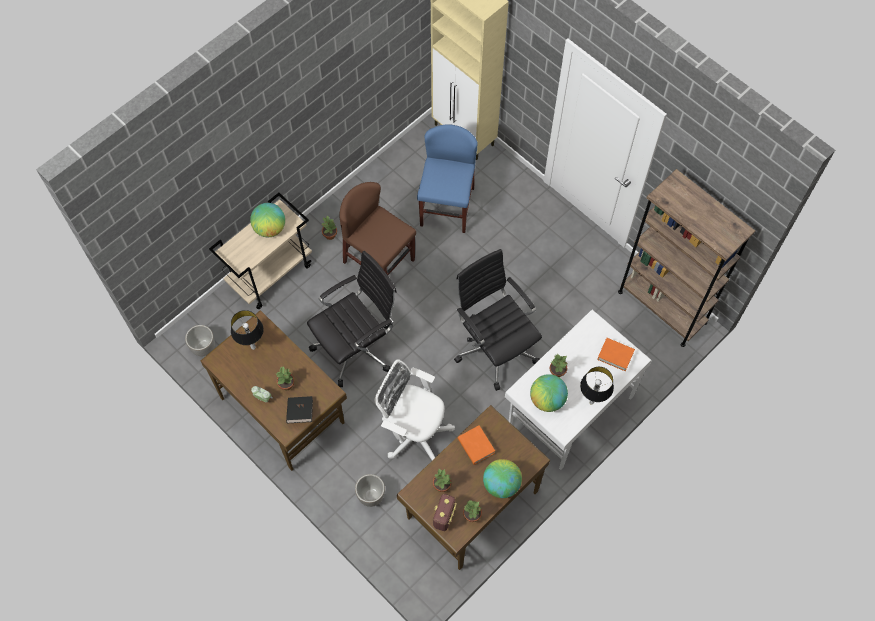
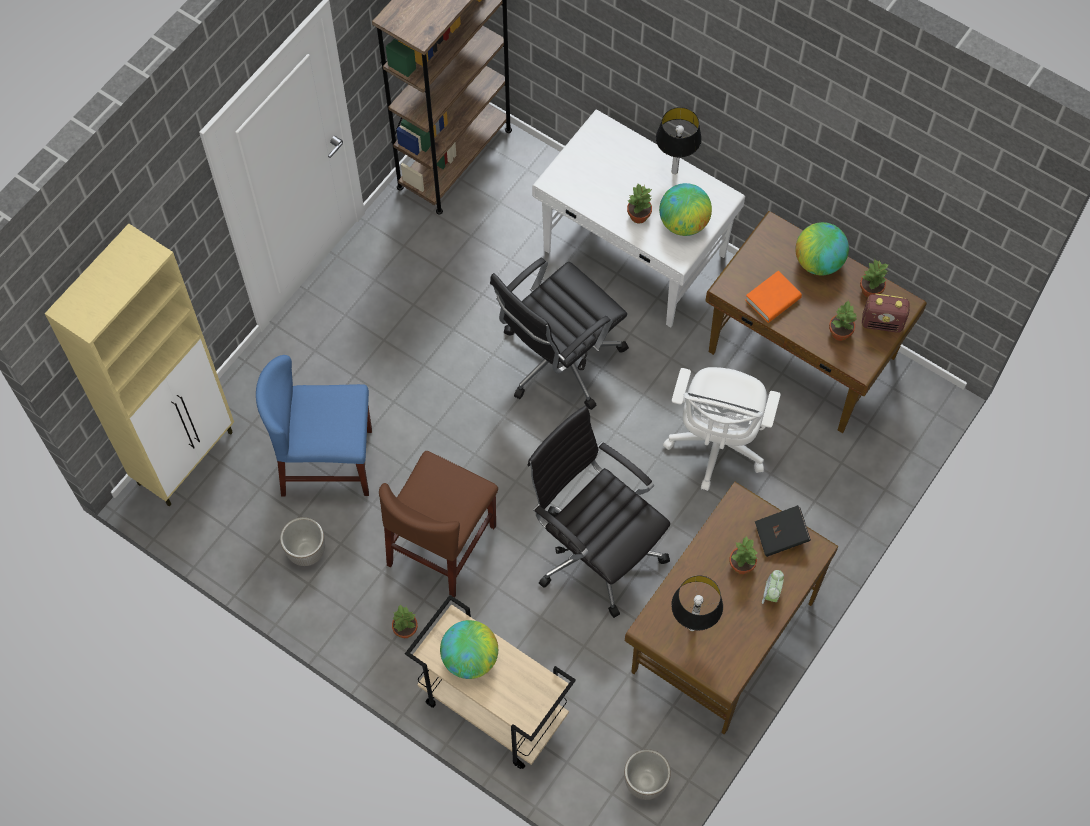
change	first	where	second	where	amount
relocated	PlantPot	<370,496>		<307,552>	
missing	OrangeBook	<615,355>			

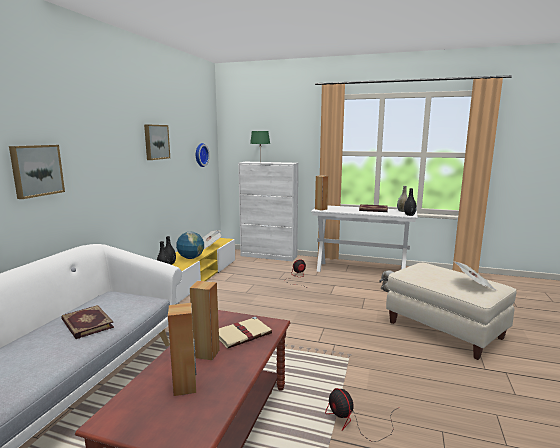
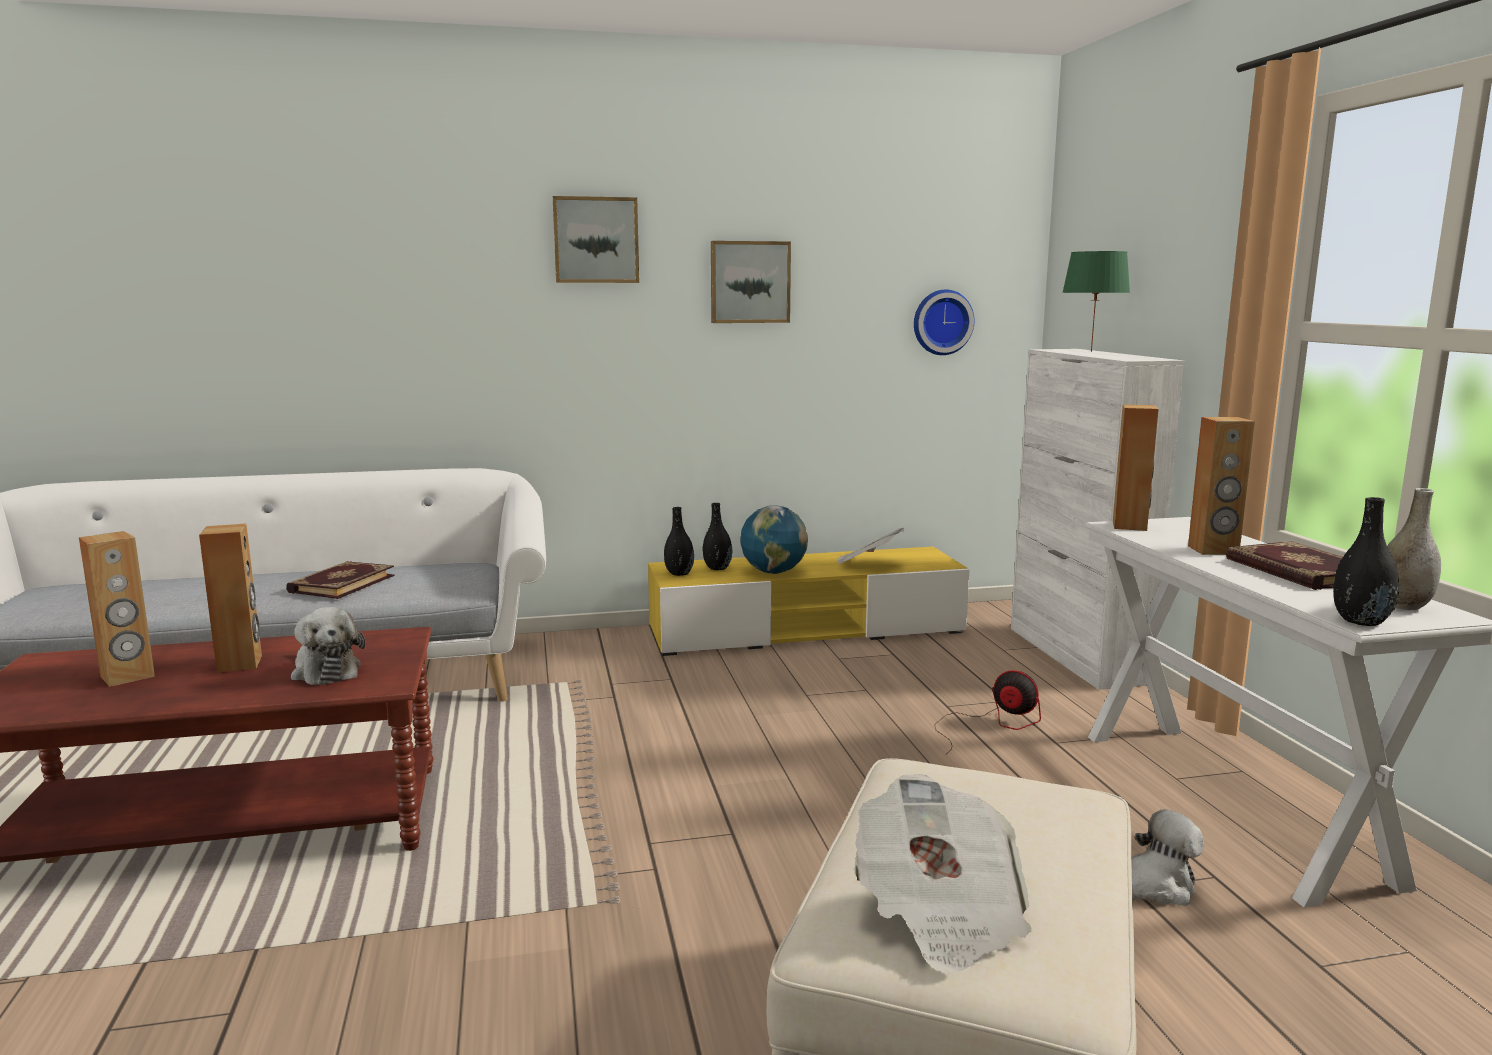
change	first	where	second	where	amount
relocated	Picture	<36,170>		<596,240>	
exchanged	BeigeColouredBook	<243,334>	PlushToy	<325,671>	
missing	CoolingFan	<355,422>			
appeared			BrownAudioSpeaker	<1213,550>	

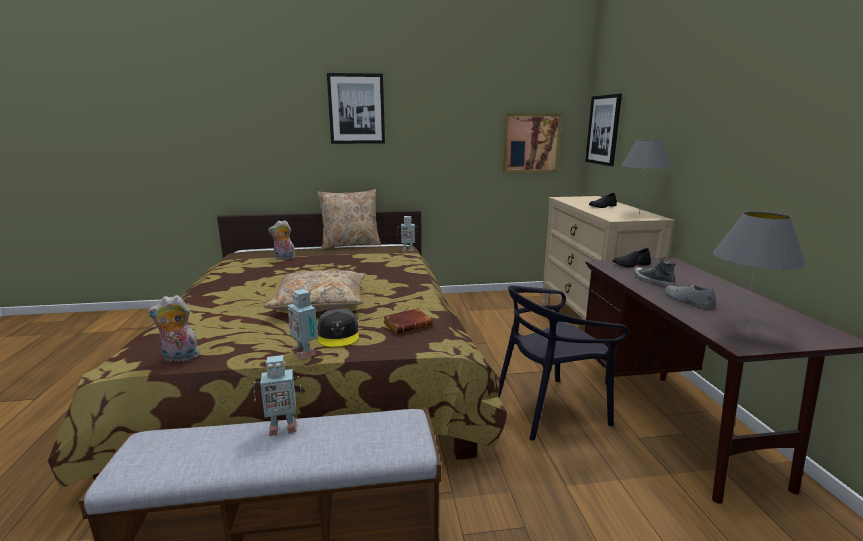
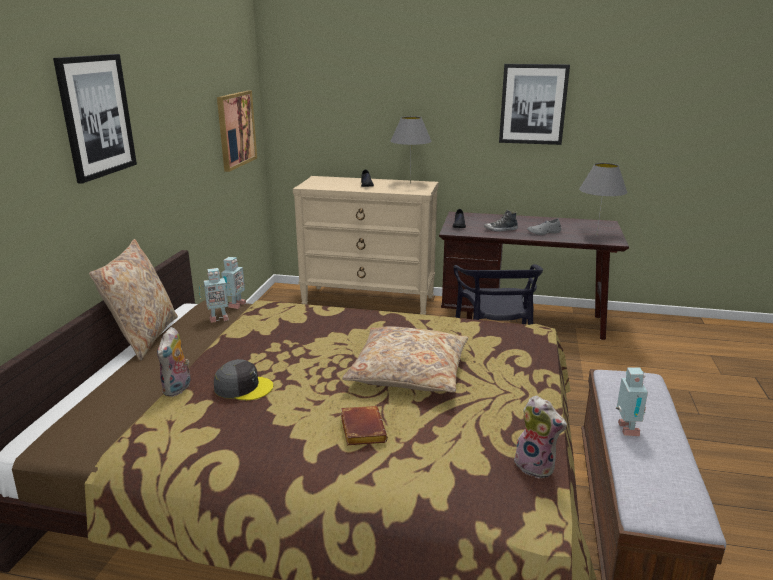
change	first	where	second	where	amount
spun	PlushToy	<179,358>		<536,466>	60 degrees counterclockwise
relocated	RobotFigure	<305,352>		<218,318>	
relocated	GreyishBaseballCap	<338,335>		<243,387>	
relocated	BrownBook	<408,324>		<361,429>	
relocated	Picture	<603,130>		<533,104>	

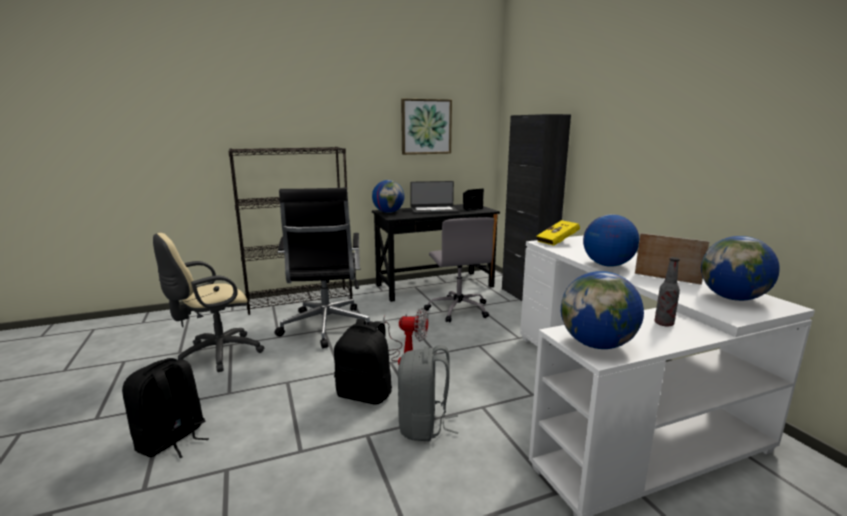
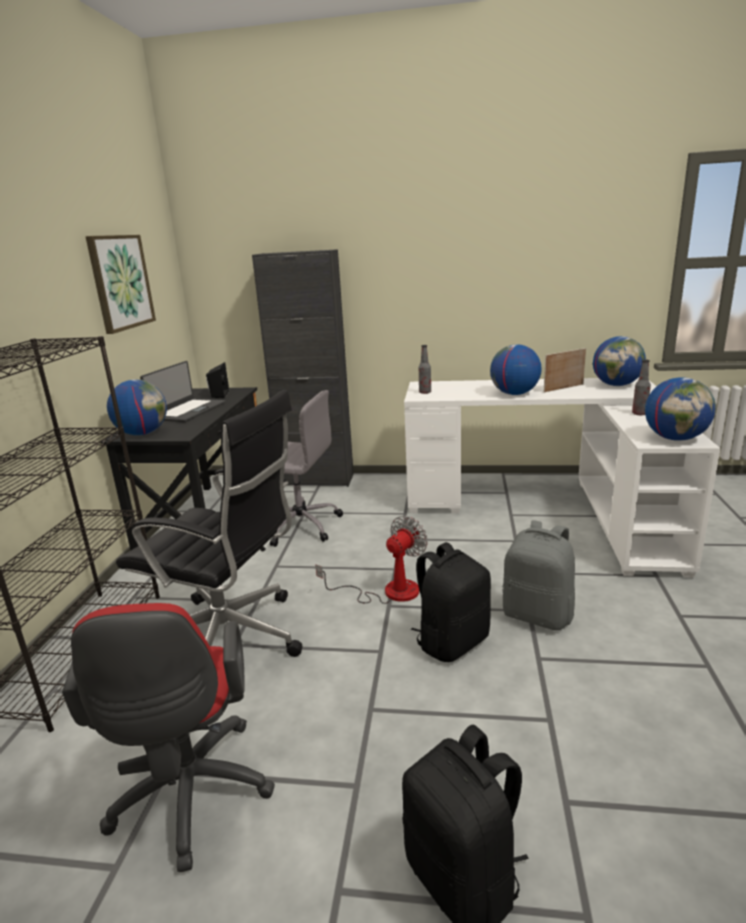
change	first	where	second	where	amount
colour	BeigeColouredDeskChair	<215,355>	RedColouredDeskChair	<190,798>	
exchanged	YellowBook	<558,242>	BeverageBottle	<425,392>	

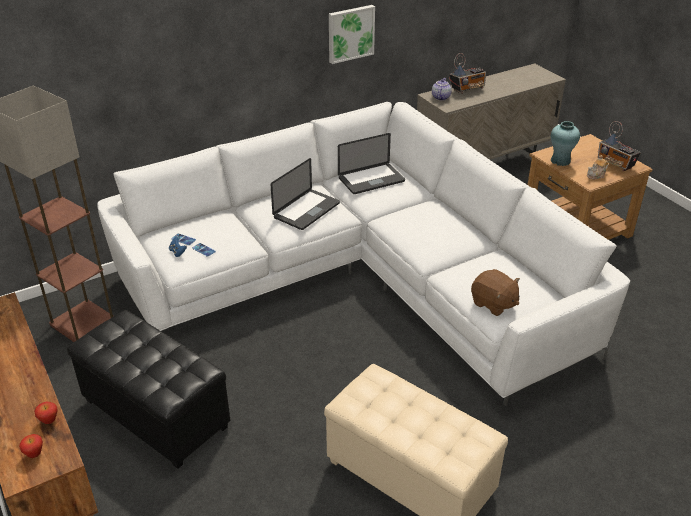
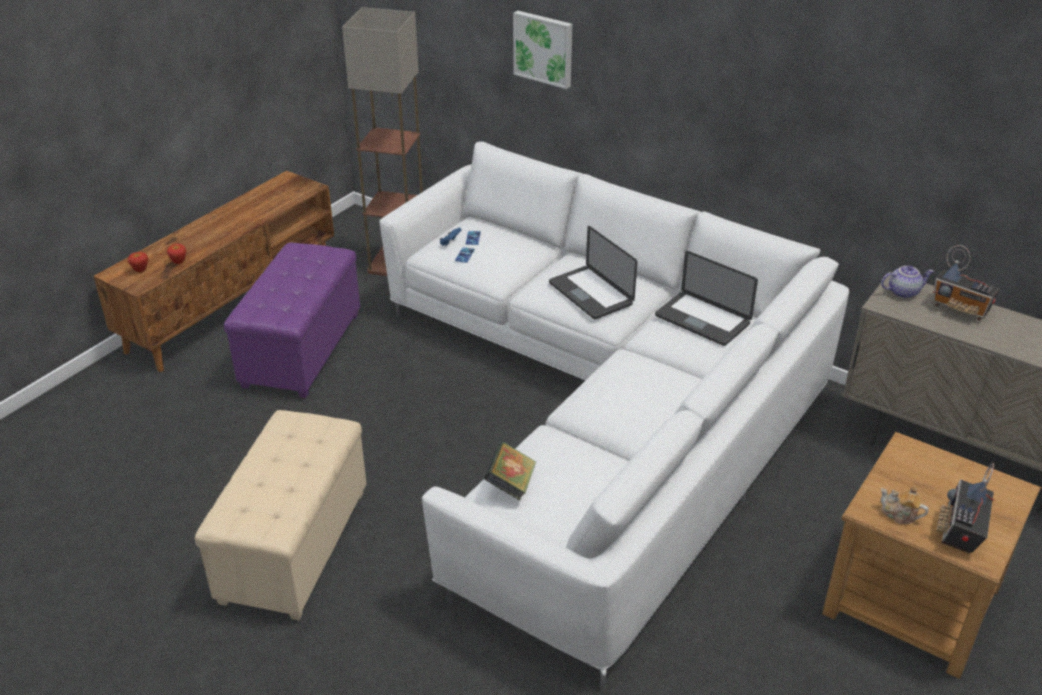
change	first	where	second	where	amount
colour	BlackColouredFootrest	<155,415>	PurplishFootrest	<301,350>	
spun	Laptop	<306,210>		<590,294>	45 degrees clockwise
relocated	Picture	<350,33>		<544,48>	
exchanged	BrownPlushToy	<493,304>	Book	<510,485>	
missing	TurquoiseVase	<560,161>			

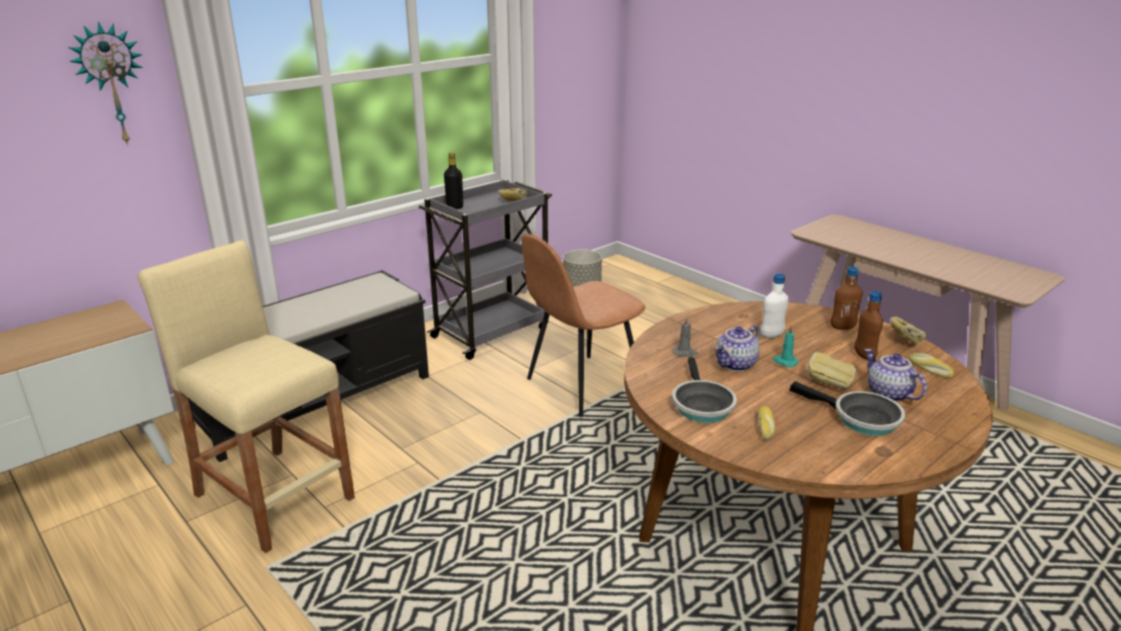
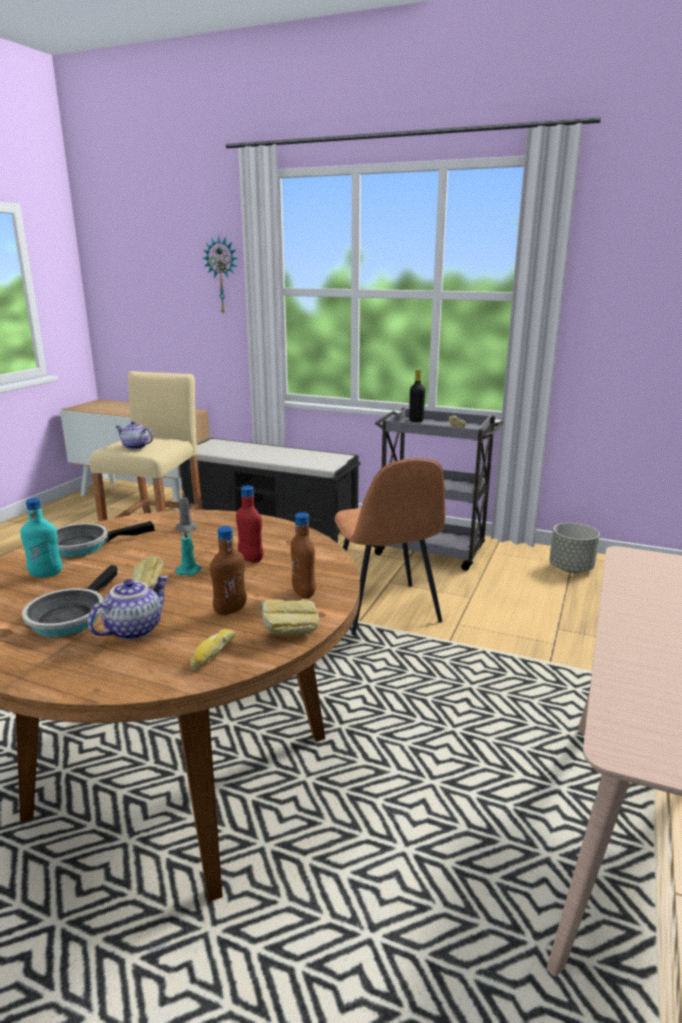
change	first	where	second	where	amount
spun	BrownUprightChair	<582,386>		<384,610>	135 degrees counterclockwise
relocated	Teapot	<736,365>		<135,447>	
exchanged	BakedBread	<766,427>	TurquoiseBeverageBottle	<46,574>	
colour	WhiteBeverageBottle	<771,335>	RedColouredBeverageBottle	<250,559>	

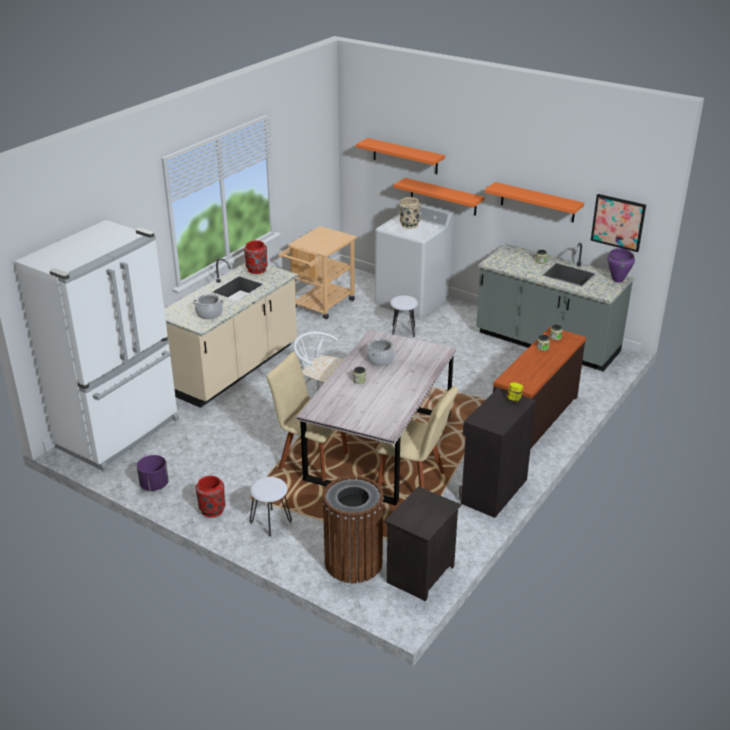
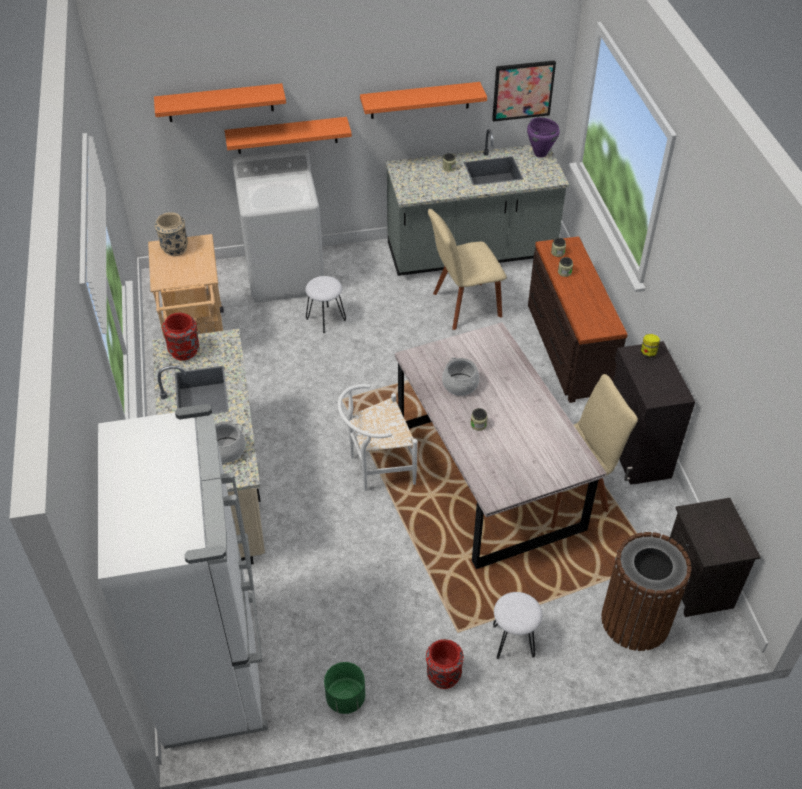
change	first	where	second	where	amount
colour	PurplishPlantPot	<154,485>	GreenishPlantPot	<345,698>	
relocated	BeigeColouredUprightChair	<310,459>		<463,306>	
relocated	BeigeColouredVase	<409,225>		<174,249>	

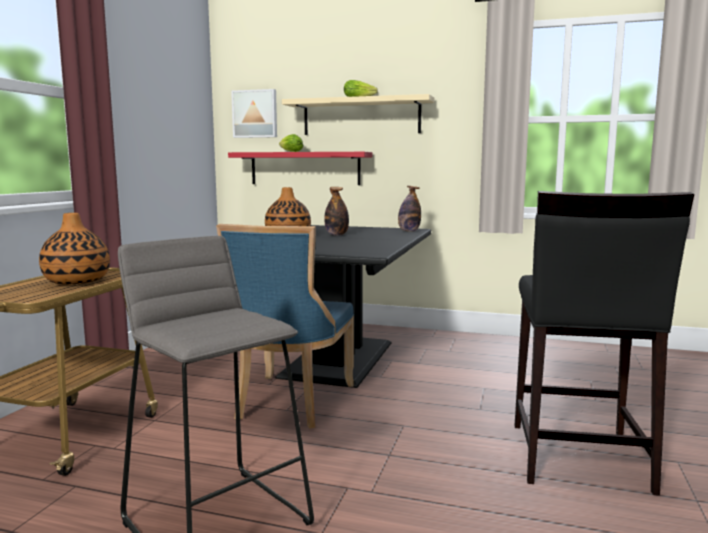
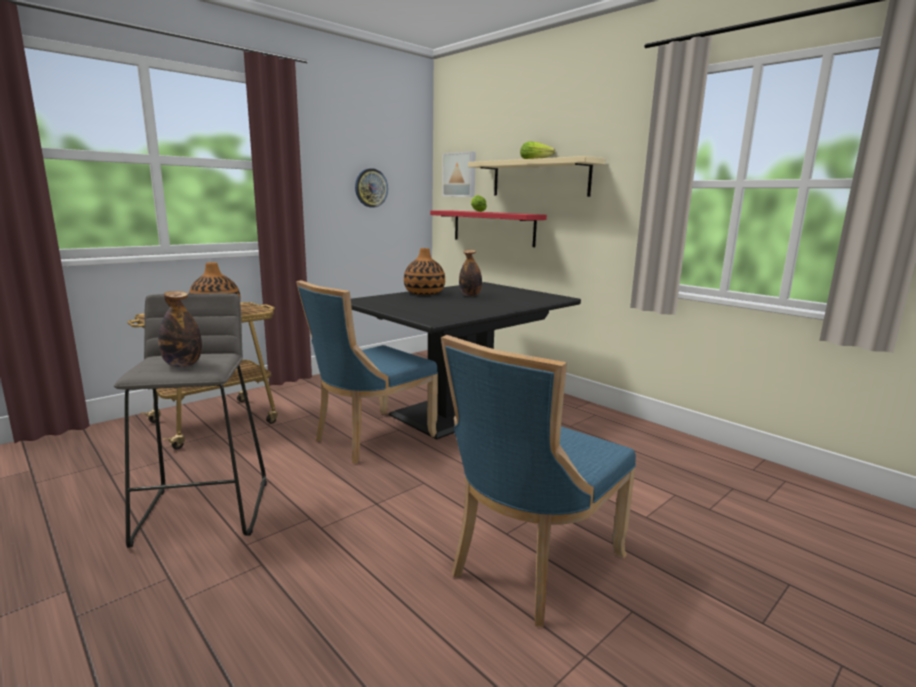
change	first	where	second	where	amount
relocated	BeverageBottle	<409,231>		<183,365>	
exchanged	BlackColouredStoolSeat	<577,457>	BlueColouredUprightChair	<530,565>	
appeared			HangingClock	<371,188>	

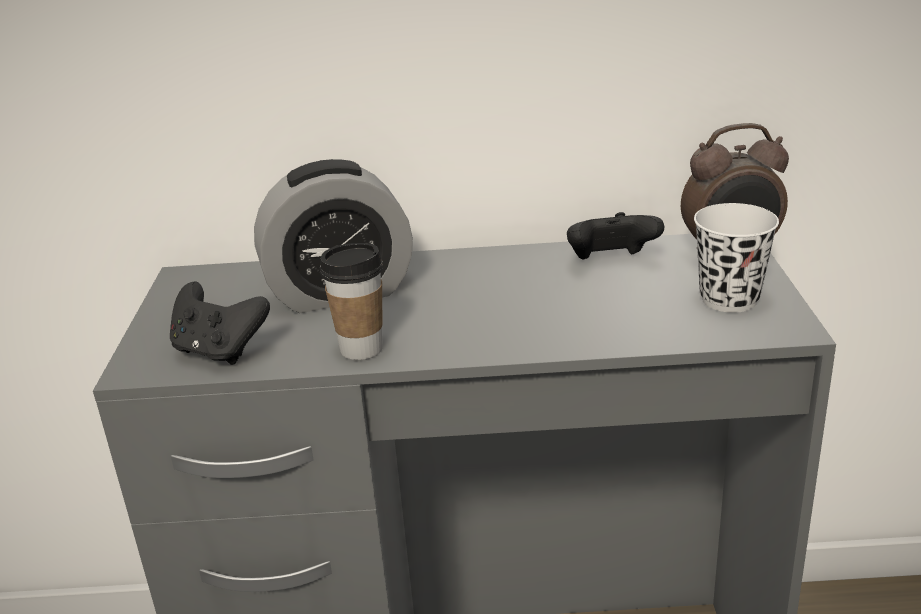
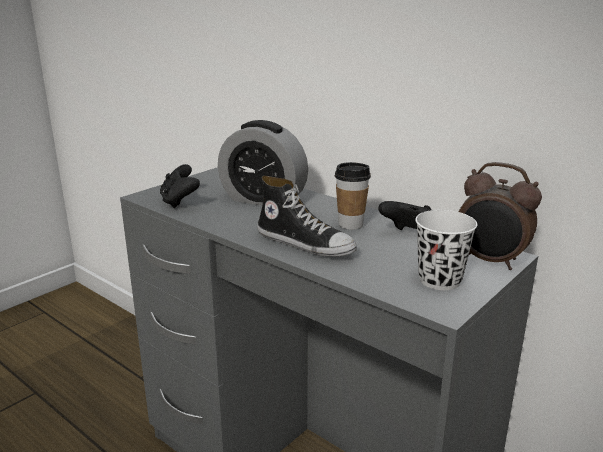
change	first	where	second	where	amount
relocated	DrinkingCup	<361,349>		<350,224>	
appeared			Shoe	<305,243>	

